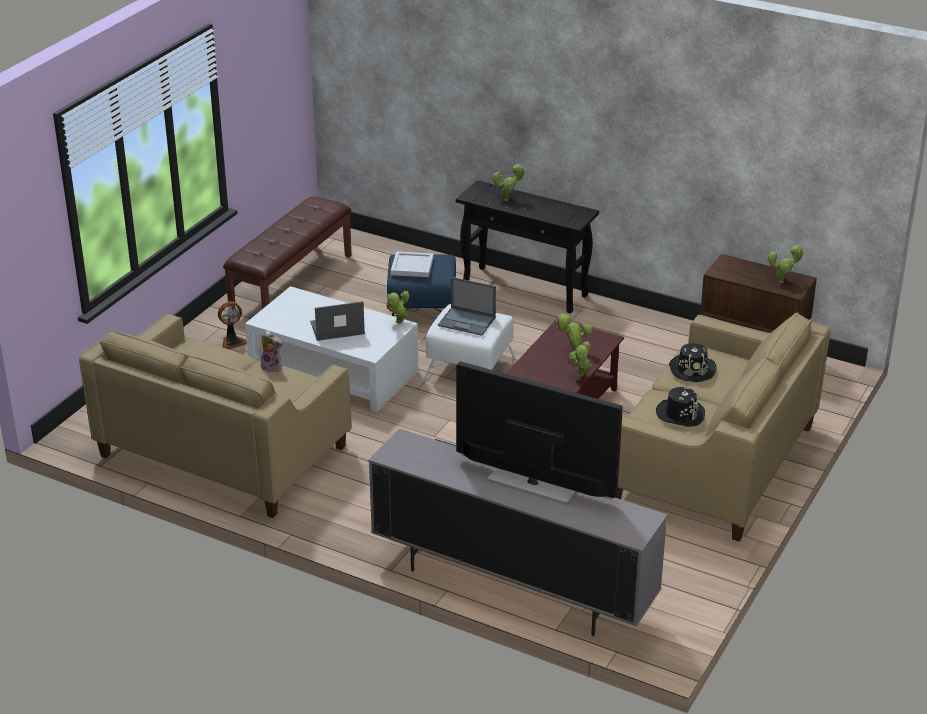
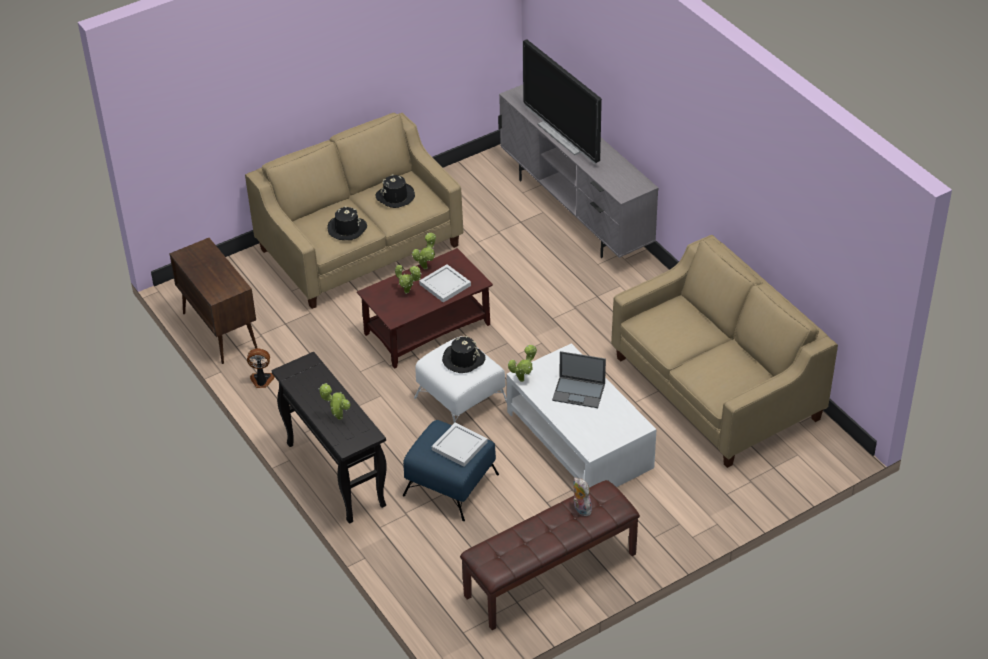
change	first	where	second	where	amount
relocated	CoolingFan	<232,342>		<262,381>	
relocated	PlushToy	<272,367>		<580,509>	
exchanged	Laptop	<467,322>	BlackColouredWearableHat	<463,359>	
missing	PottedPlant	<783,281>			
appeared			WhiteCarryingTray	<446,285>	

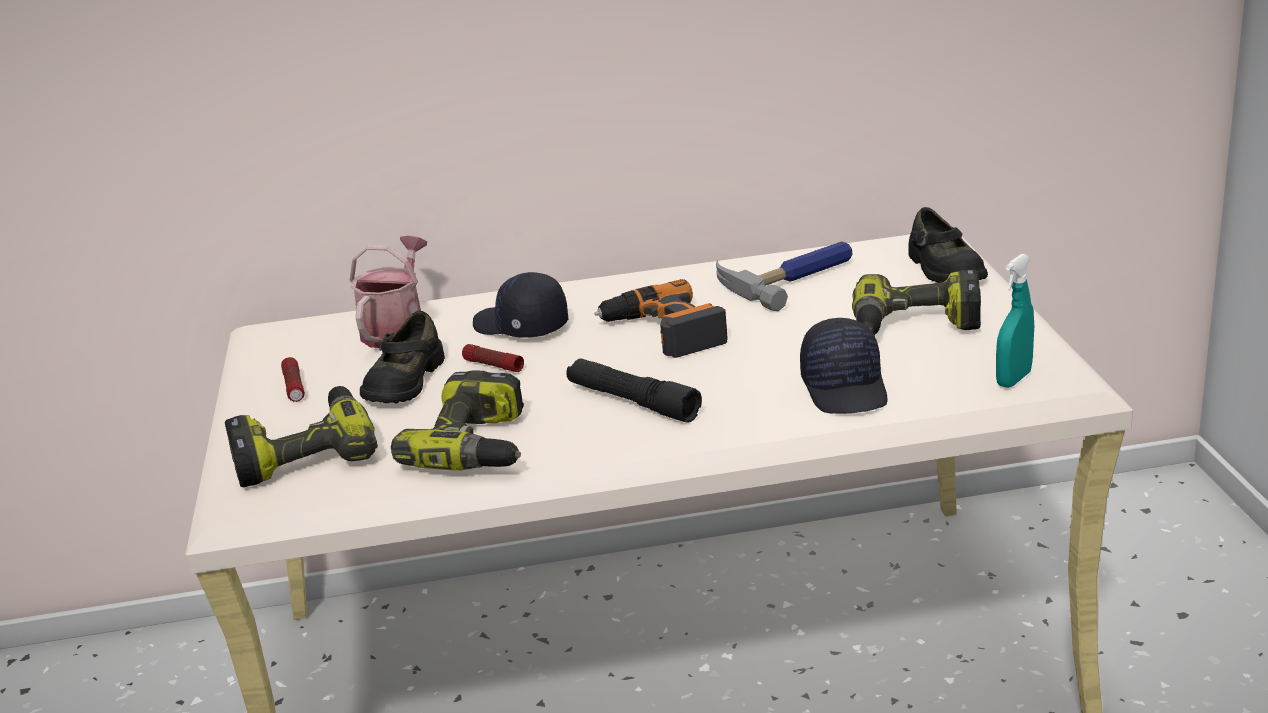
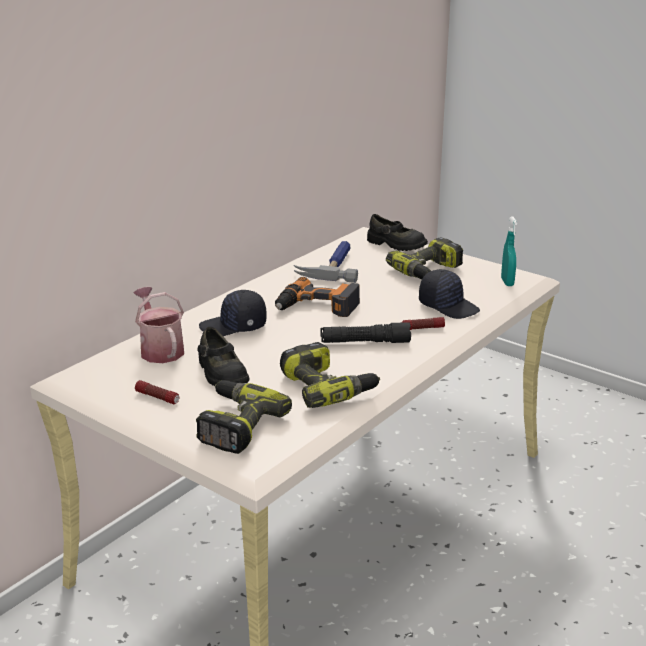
change	first	where	second	where	amount
relocated	HandTorch	<493,366>		<422,328>	

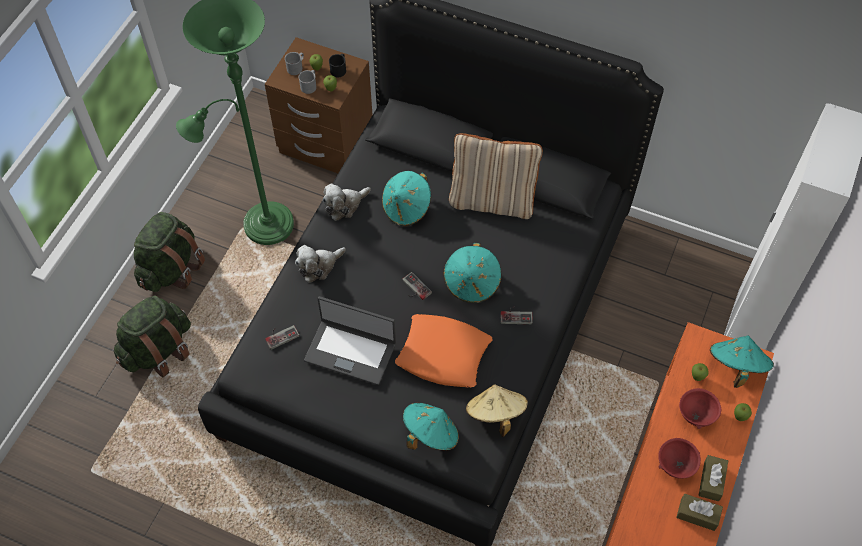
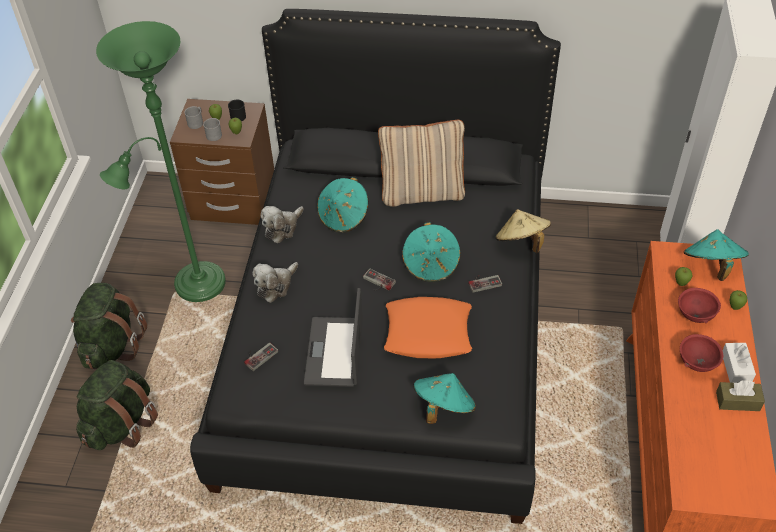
change	first	where	second	where	amount
spun	Laptop	<350,351>		<335,352>	90 degrees clockwise
relocated	BeigeColouredWearableHat	<495,414>		<521,242>	
colour	BrownTissueBox	<711,481>	WhiteTissueBox	<736,368>	

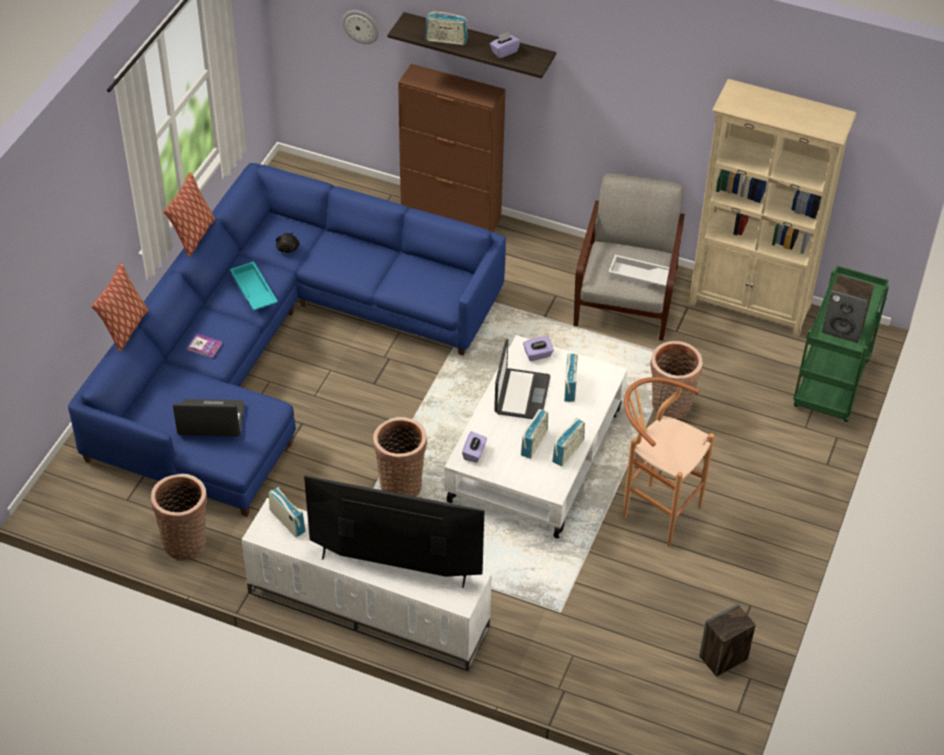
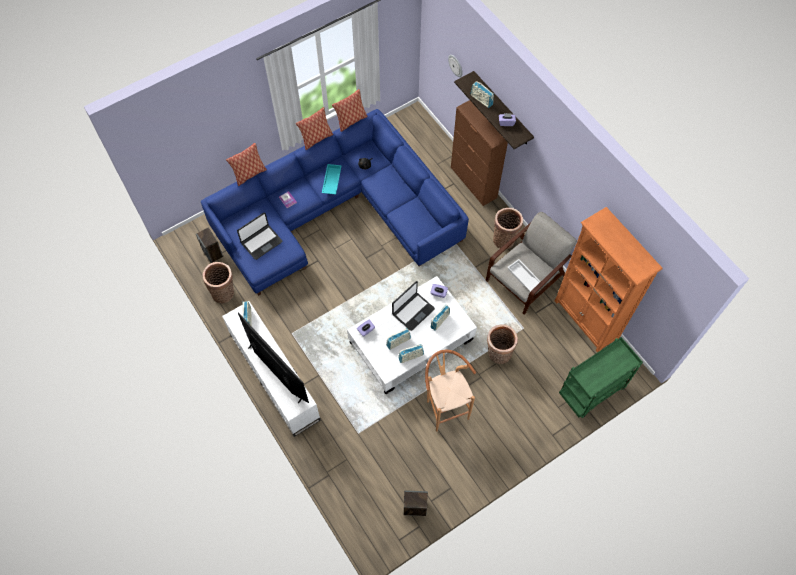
change	first	where	second	where	amount
spun	Laptop	<211,420>		<261,242>	105 degrees clockwise
relocated	Basket	<401,483>		<504,239>	
colour	BeigeColouredBookcase	<750,305>	OrangeBookcase	<586,320>	
relocated	AudioSpeaker	<843,329>		<213,253>	
appeared			ThrowPillow	<351,121>	

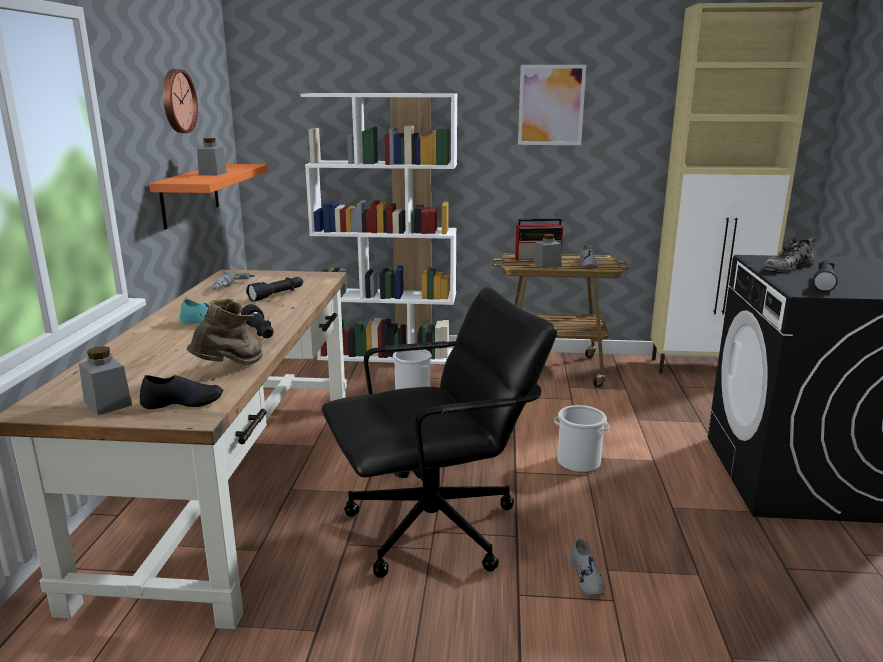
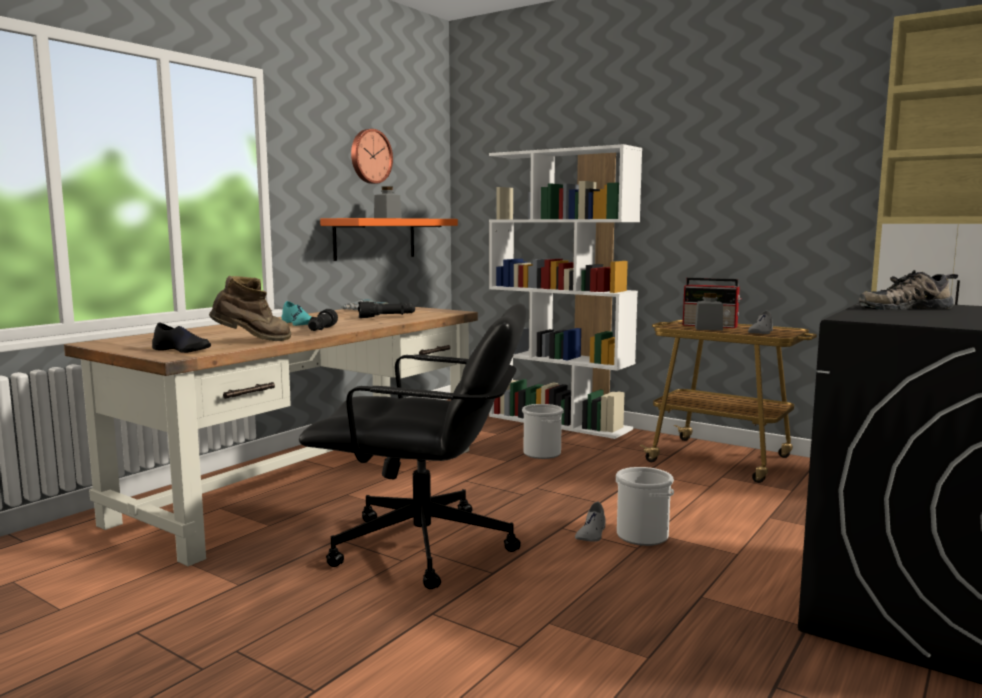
change	first	where	second	where	amount
missing	GreyishPreserveJar	<108,403>			
missing	Picture	<551,105>			
relocated	GreyishShoe	<587,577>		<591,533>	
missing	BlackColouredHandTorch	<823,283>			

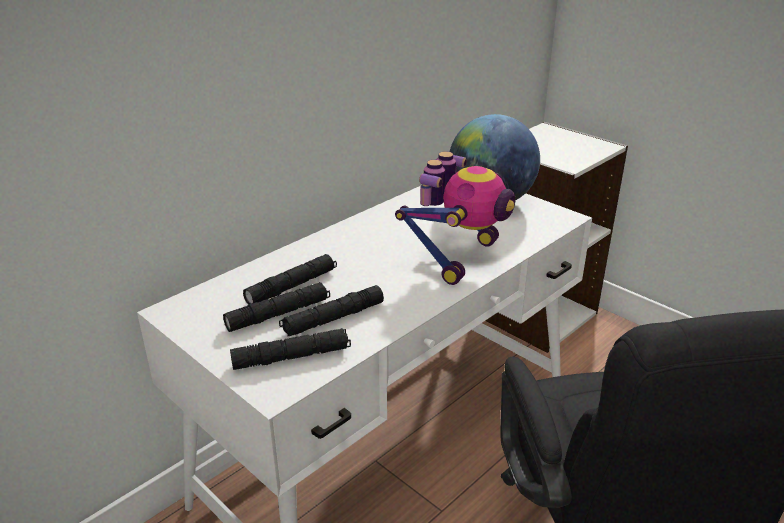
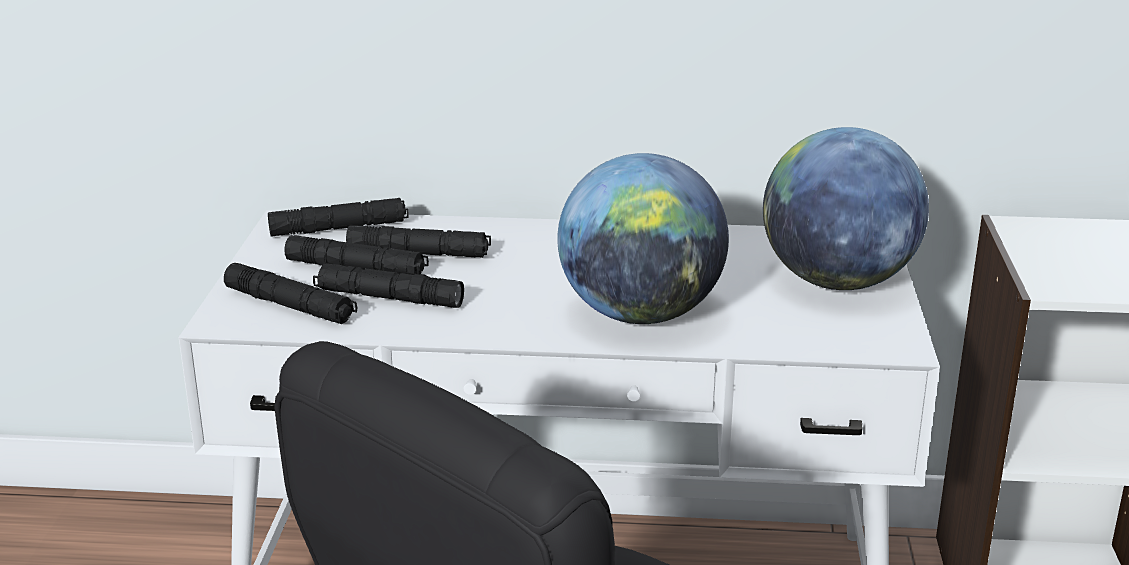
change	first	where	second	where	amount
exchanged	RobotFigure	<458,257>	Globe	<640,314>	
appeared			BlackColouredHandTorch	<339,228>	

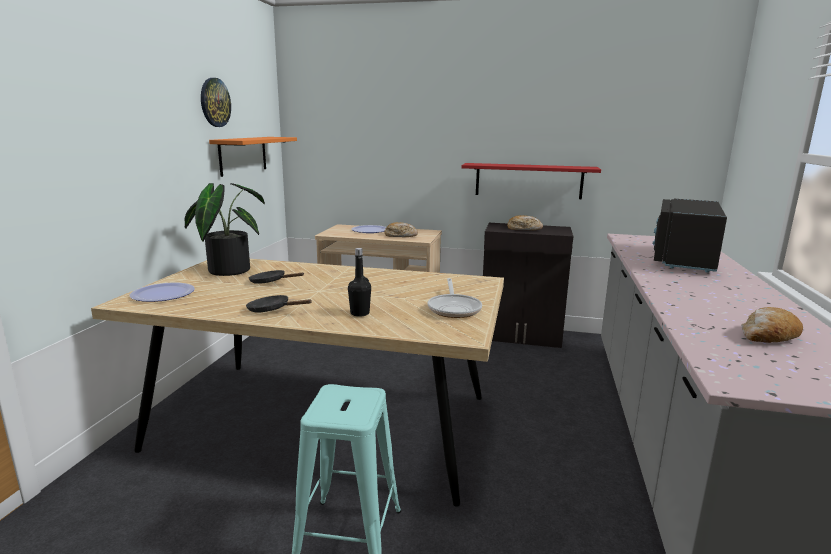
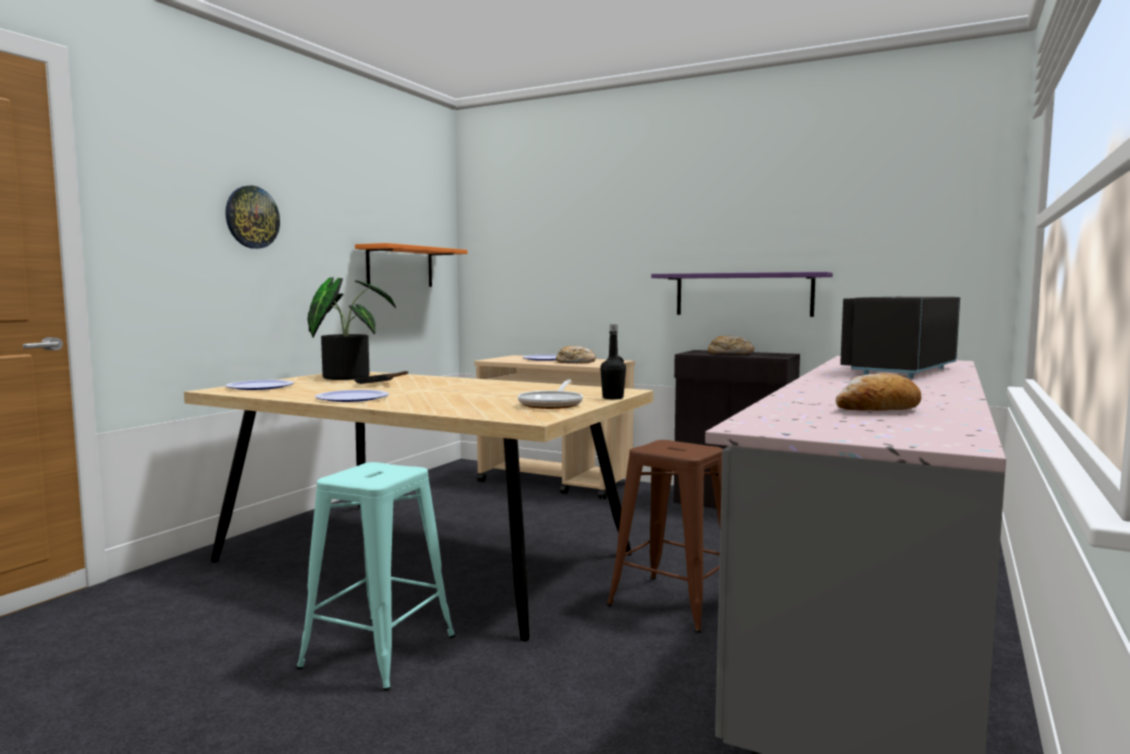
change	first	where	second	where	amount
relocated	HangingClock	<214,102>		<252,217>	
exchanged	BlackColouredFryingPan	<272,310>	Plate	<352,398>	
relocated	BlackColouredBeverageBottle	<360,313>		<613,398>	
colour	RedColouredShelf	<528,181>	PurplishShelf	<743,294>	
appeared			BrownStoolSeat	<673,603>	

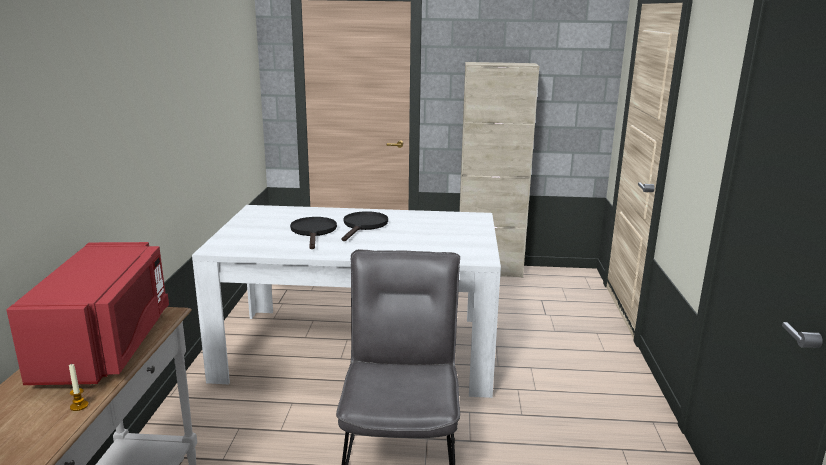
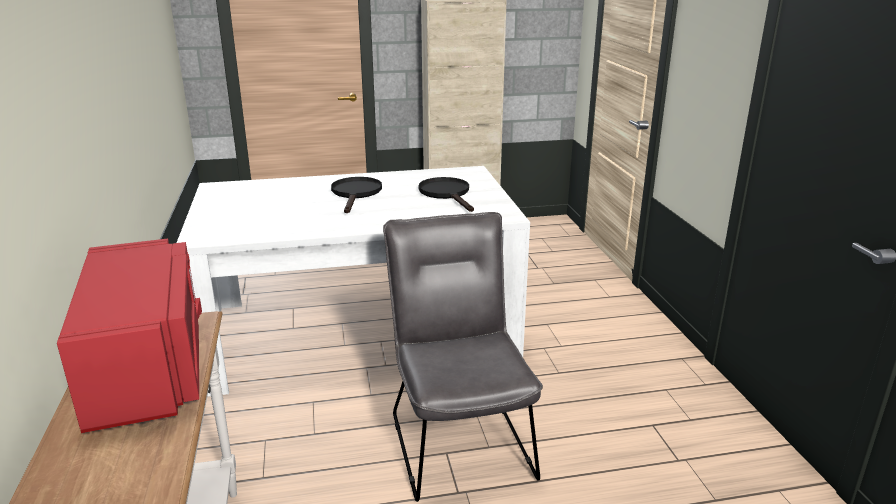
change	first	where	second	where	amount
missing	Candle	<79,406>			
relocated	BlackColouredFryingPan	<314,232>		<447,194>	

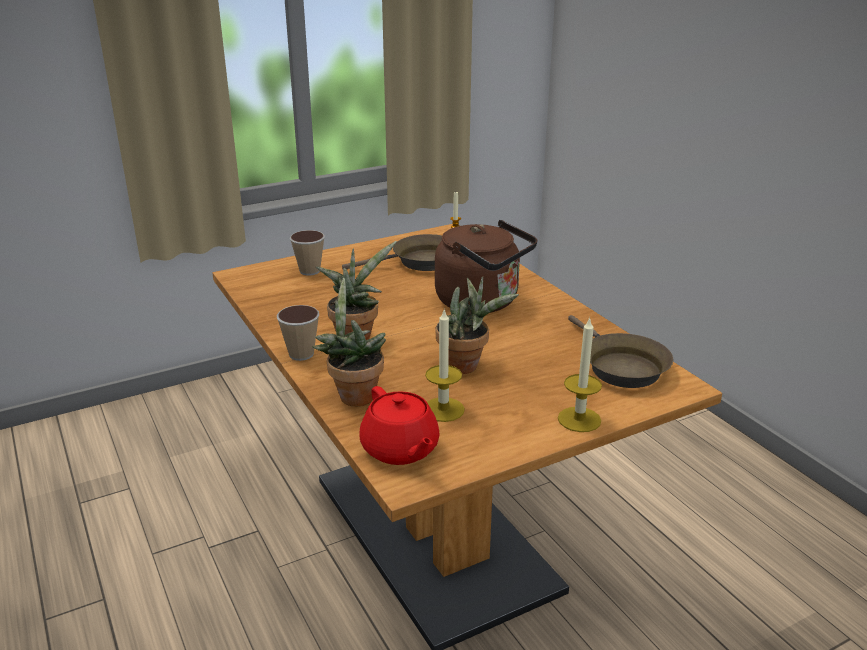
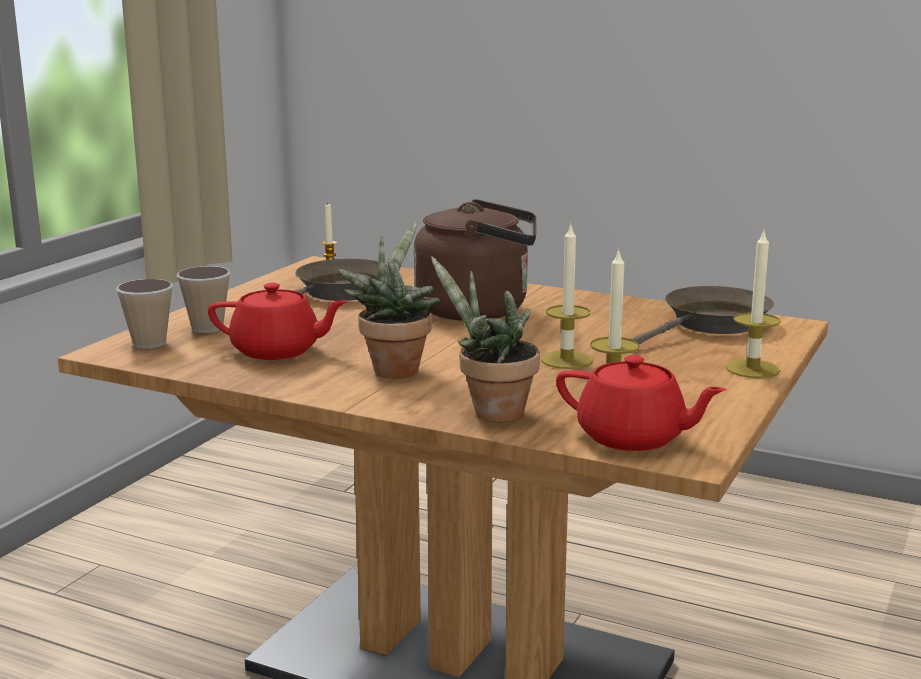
change	first	where	second	where	amount
relocated	DrinkingCup	<301,354>		<149,343>	
exchanged	PottedPlant	<466,366>	Candle	<566,360>	
spun	BrownFryingPan	<619,366>		<711,325>	75 degrees counterclockwise
appeared			RedColouredTeapot	<277,351>	

